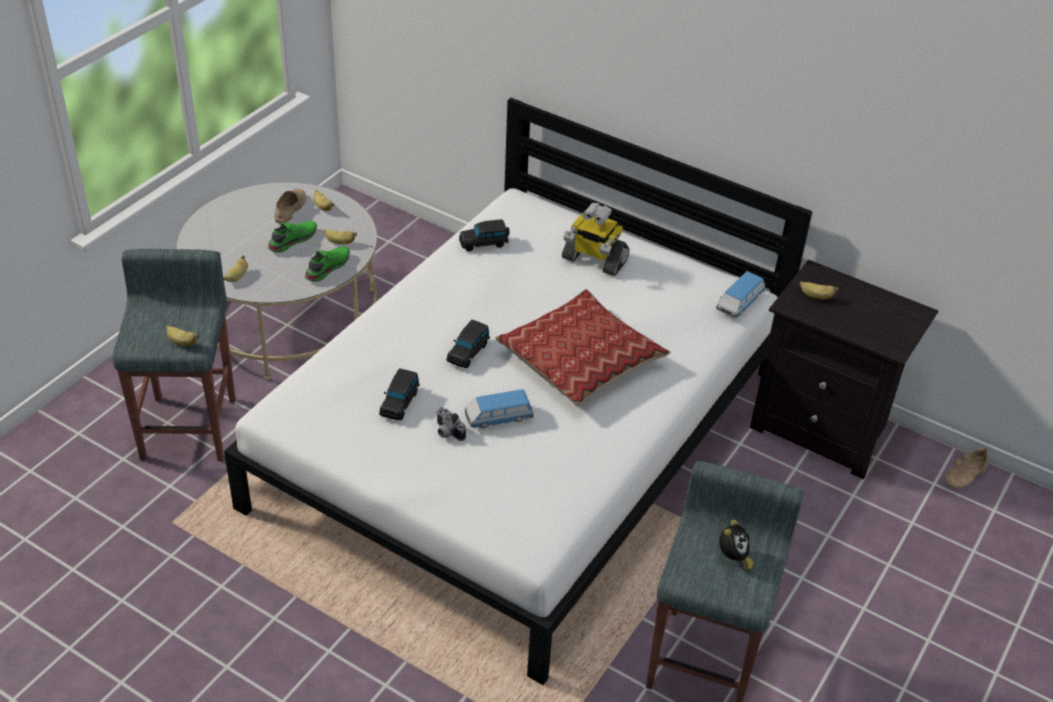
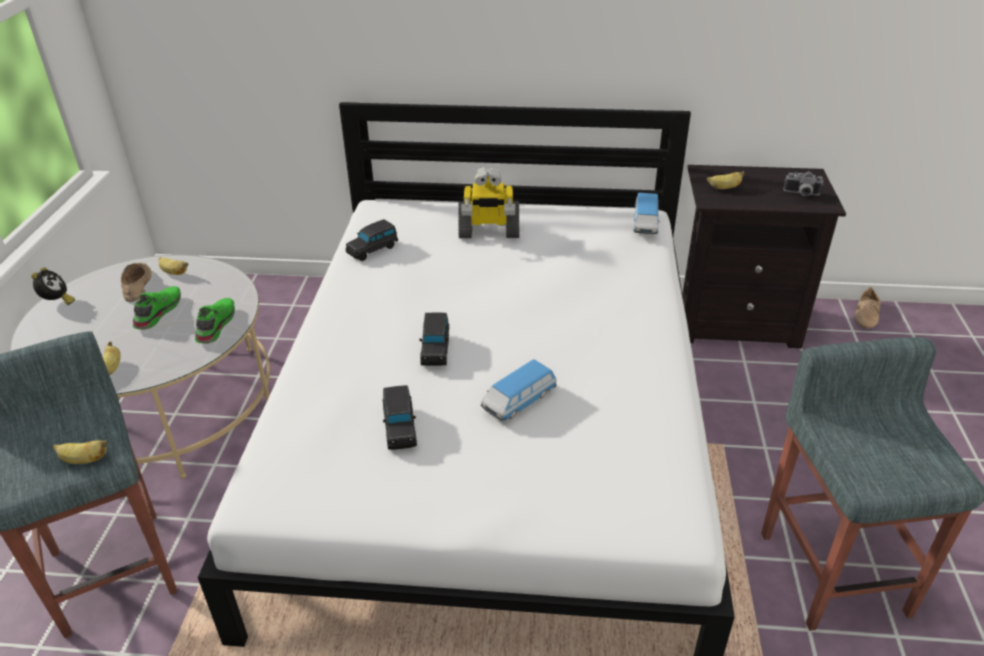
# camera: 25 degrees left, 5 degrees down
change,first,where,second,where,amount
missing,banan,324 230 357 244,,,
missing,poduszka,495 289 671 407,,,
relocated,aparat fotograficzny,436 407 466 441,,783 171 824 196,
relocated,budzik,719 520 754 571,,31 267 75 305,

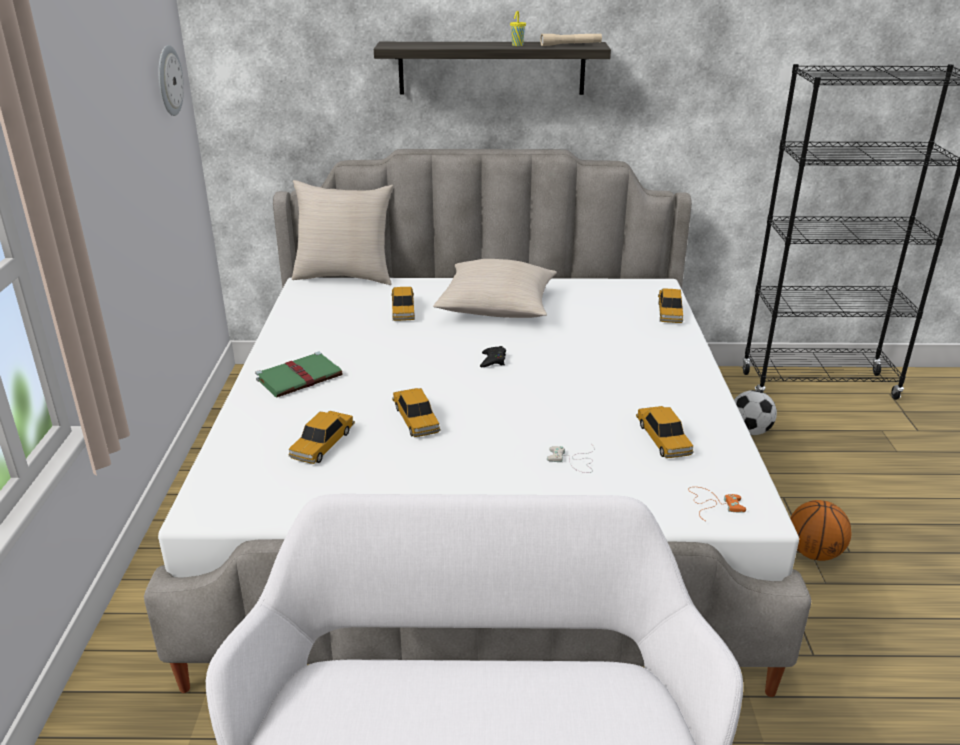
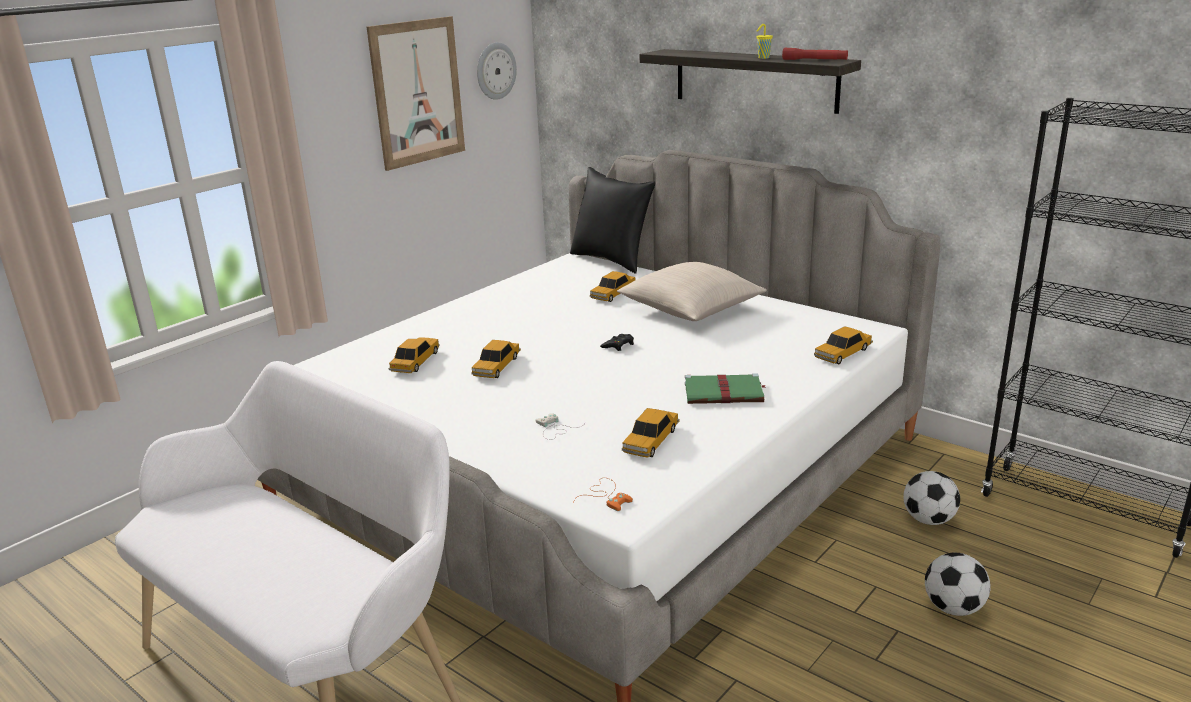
# camera: 40 degrees right, 5 degrees down
change,first,where,second,where,amount
colour,latarka (beżowy),540 33 602 46,latarka (czerwony),782 48 848 60,
colour,poduszka (beżowy),292 180 393 285,poduszka (czarny),570 167 655 274,
relocated,książka (zielony),255 352 342 397,,685 373 767 404,
spun,samochodzik,289 411 355 464,,389 337 440 373,135 degrees clockwise
missing,piłka do koszykówki,790 500 851 561,,,
appeared,,,obraz,367 16 465 171,
appeared,,,piłka futbolowa,925 553 990 616,

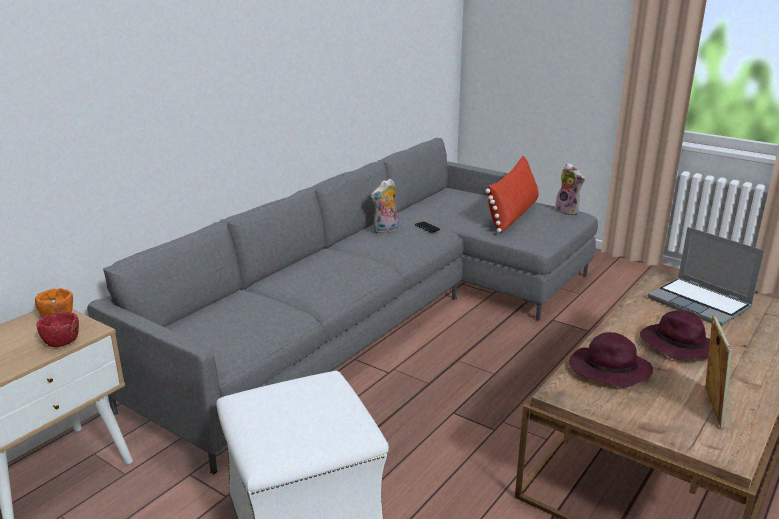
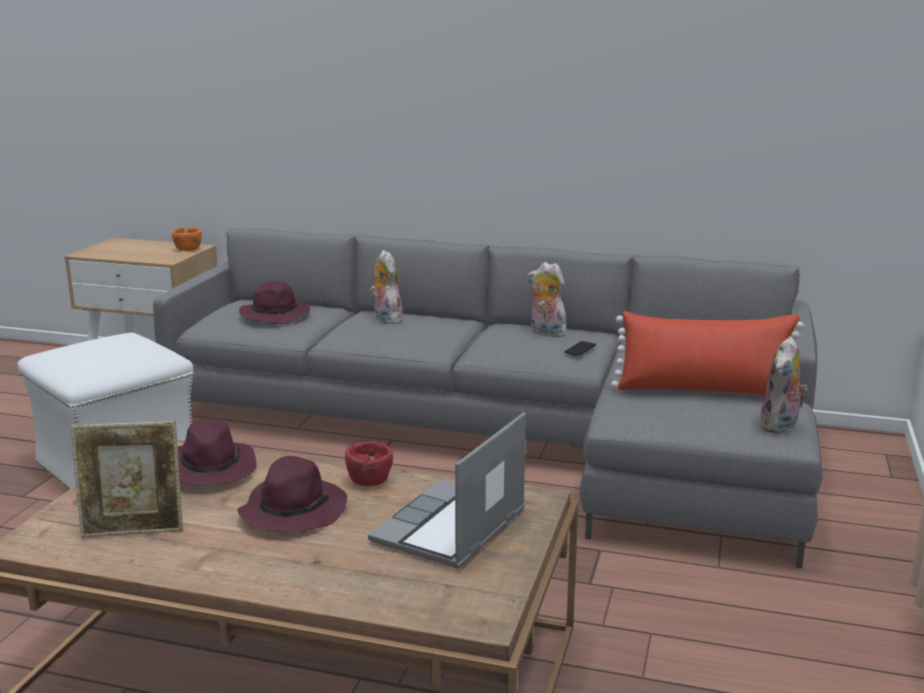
# camera: 70 degrees right, 5 degrees down
change,first,where,second,where,amount
relocated,miska (czerwony),37 312 79 347,,345 441 393 486,
appeared,,,pluszak,370 250 403 324,
appeared,,,kapelusz (fioletowy),239 281 310 324,

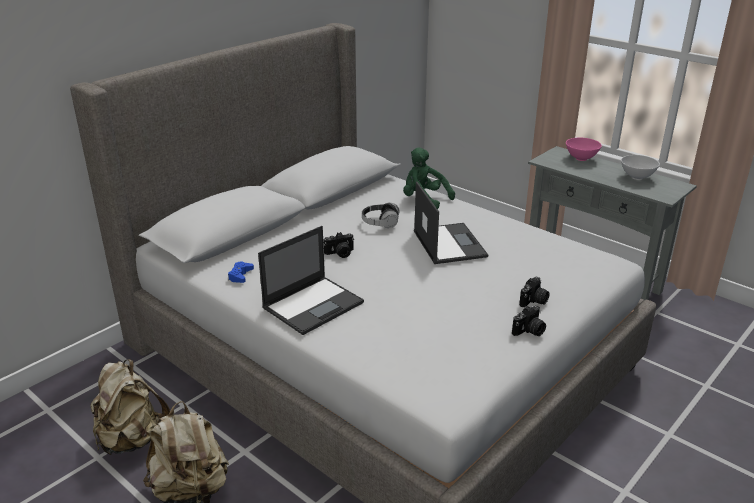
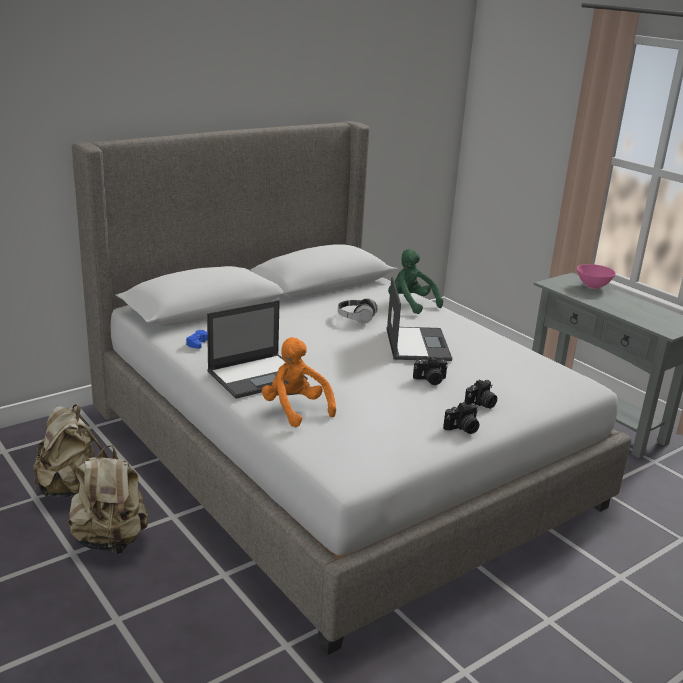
# camera: 10 degrees right, 5 degrees down
change,first,where,second,where,amount
missing,miska (biały),621 155 660 180,,,
relocated,aparat fotograficzny,323 232 354 258,,413 357 448 385,
appeared,,,pluszak (pomarańczowy),262 337 336 427,

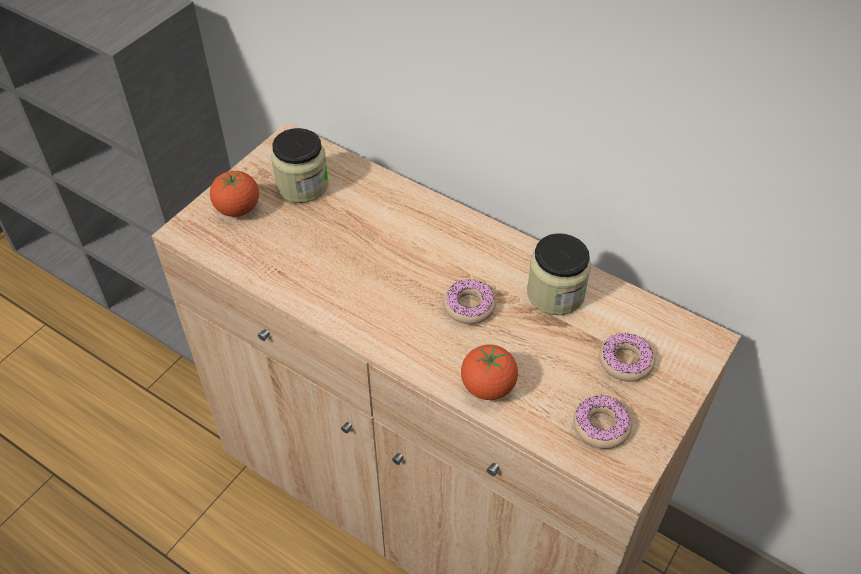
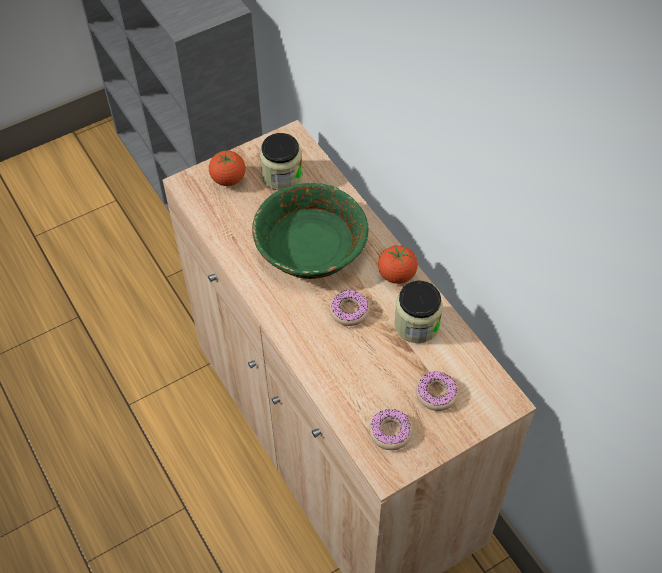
# camera: 25 degrees right, 5 degrees up
change,first,where,second,where,amount
relocated,pomidor,461 345 518 400,,378 245 418 284,
appeared,,,miska (zielony),252 183 369 279,

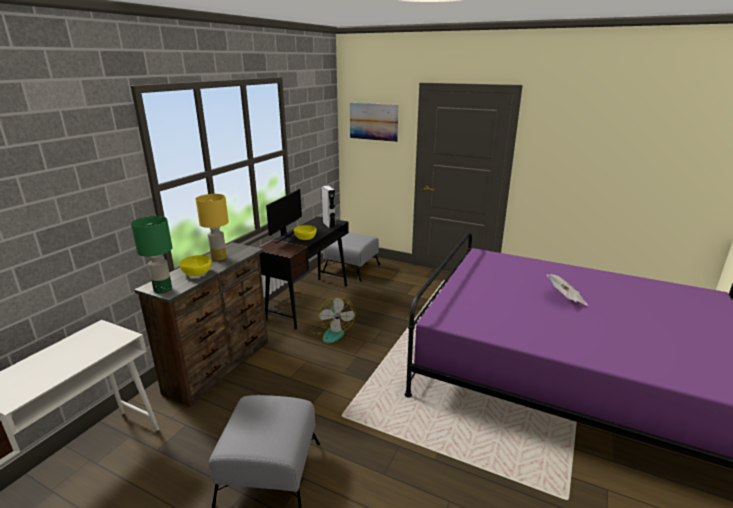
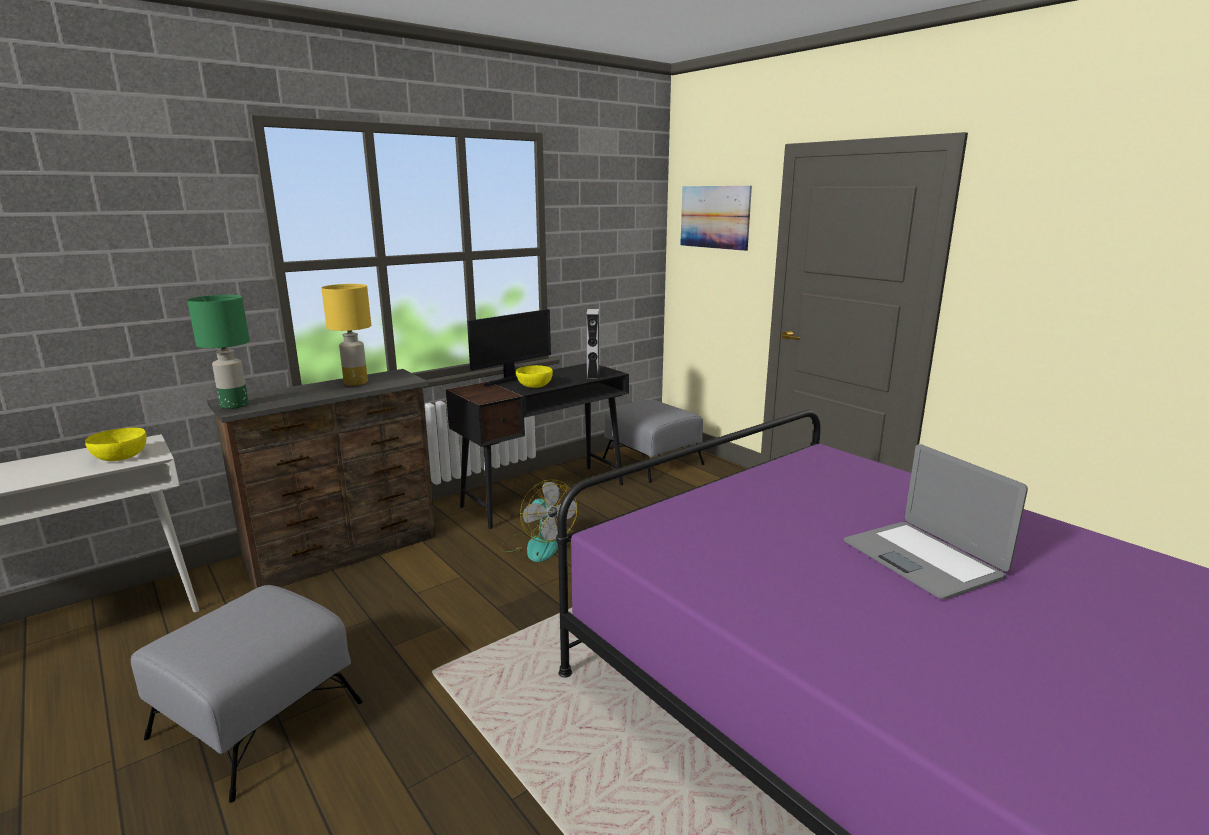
# camera: 25 degrees right, 5 degrees down
change,first,where,second,where,amount
relocated,miska (żółty),180 255 211 276,,85 428 147 461,
exchanged,gazeta,547 274 588 305,laptop,844 444 1028 599,
spun,wentylator,311 297 355 343,,500 479 577 562,45 degrees counterclockwise

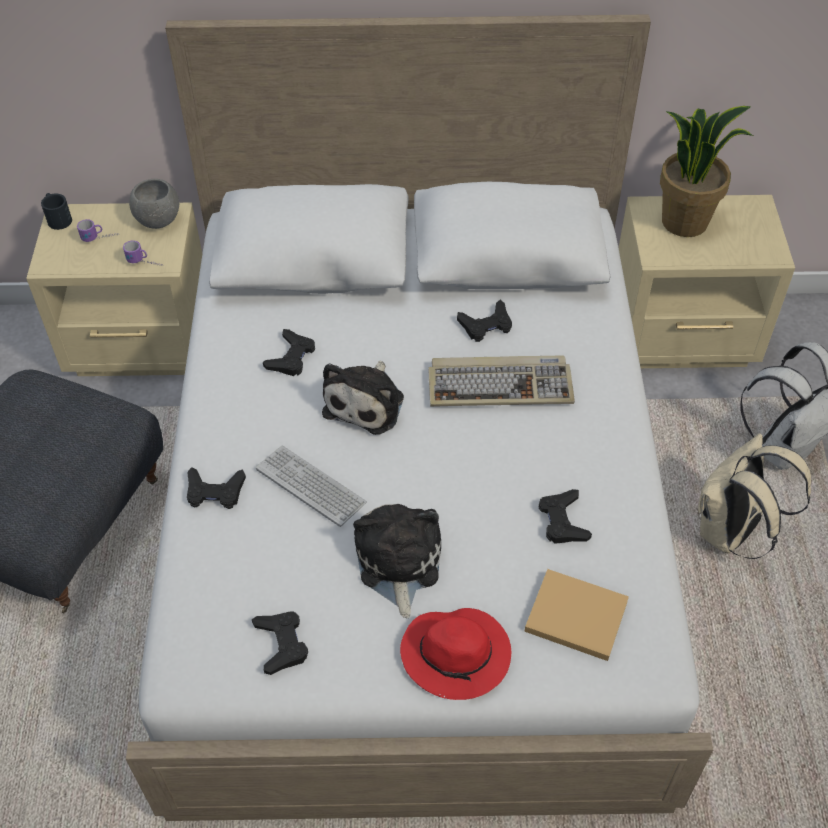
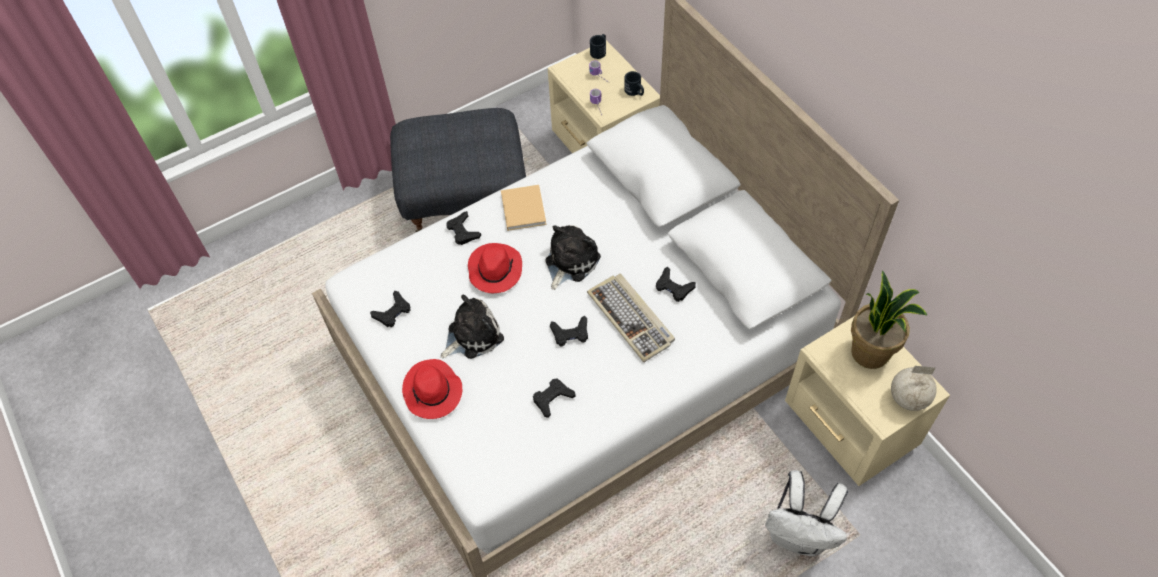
# camera: 60 degrees right, 5 degrees up
change,first,where,second,where,amount
exchanged,miska (szary),129 179 179 229,kubek (czarny),624 71 644 96,
relocated,pad do gier (czarny),263 329 315 376,,550 316 588 346,
spun,pluszak,322 361 404 435,,545 225 601 290,135 degrees clockwise
missing,plecak (beżowy),698 433 811 559,,,
exchanged,klawiatura,256 446 367 527,kapelusz (czerwony),468 243 522 293,
relocated,książka (beżowy),524 569 629 661,,501 185 546 231,
appeared,,,globus,891 366 937 411,

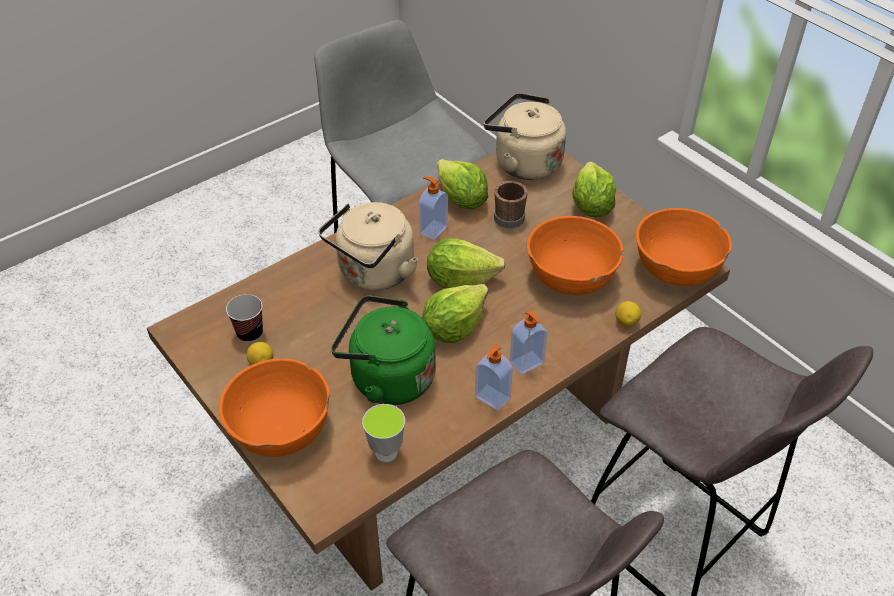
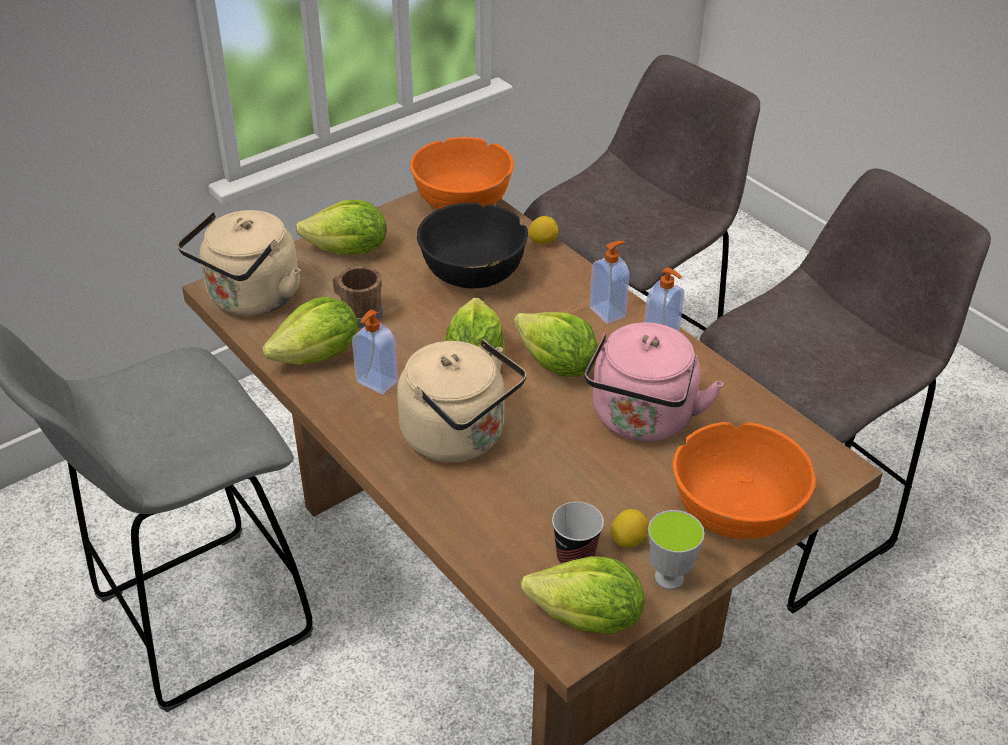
# camera: 90 degrees left, 5 degrees down
change,first,where,second,where,amount
colour,miska (pomarańczowy),527 216 623 295,miska (czarny),417 203 528 289,
colour,czajnik (zielony),331 295 436 405,czajnik (różowy),584 322 723 442,
relocated,filiżanka,362 404 405 463,,648 510 704 590,
appeared,,,sałata,521 556 645 634,

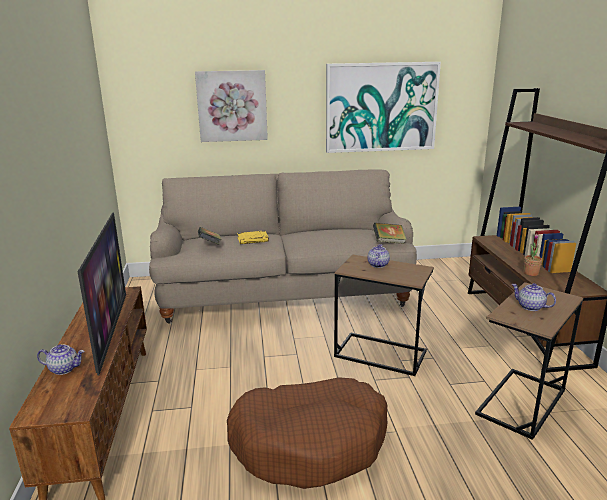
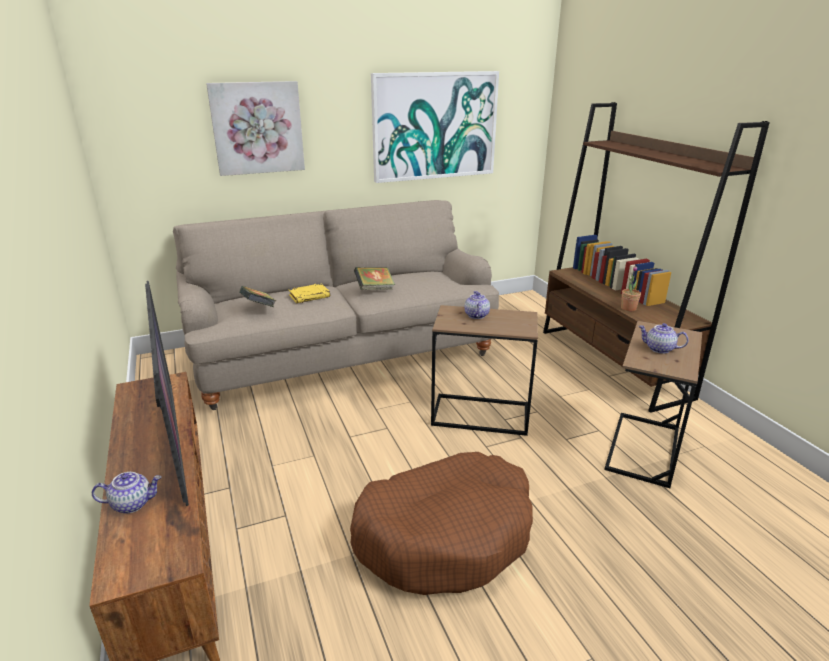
# camera: 15 degrees left, 5 degrees up
change,first,where,second,where,amount
relocated,książka,373 223 407 244,,354 267 395 290,

